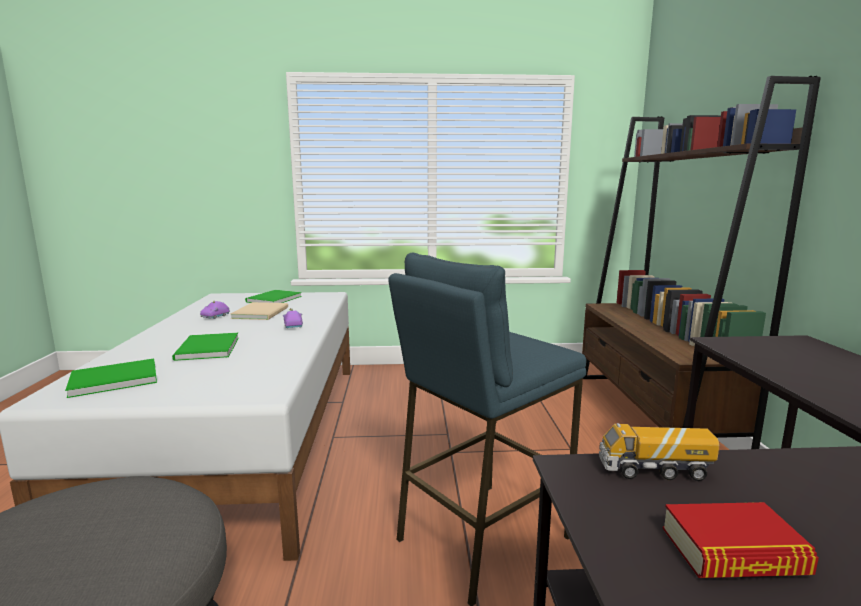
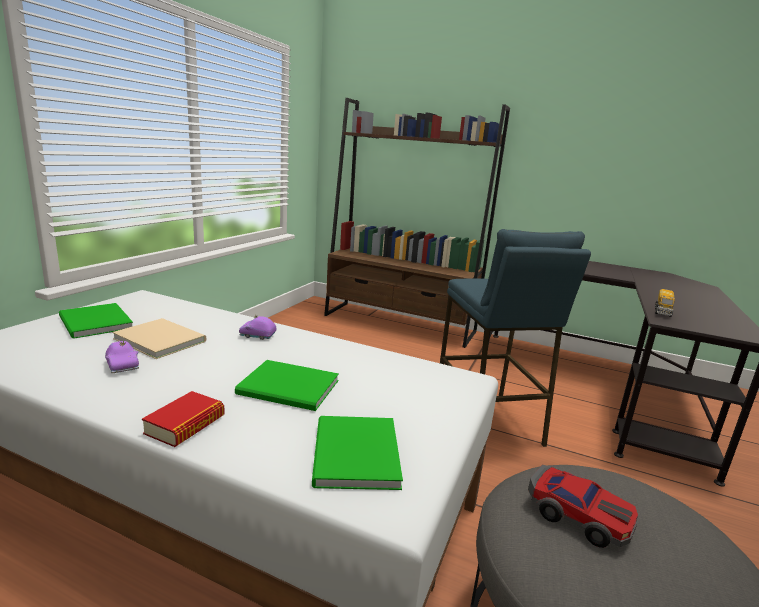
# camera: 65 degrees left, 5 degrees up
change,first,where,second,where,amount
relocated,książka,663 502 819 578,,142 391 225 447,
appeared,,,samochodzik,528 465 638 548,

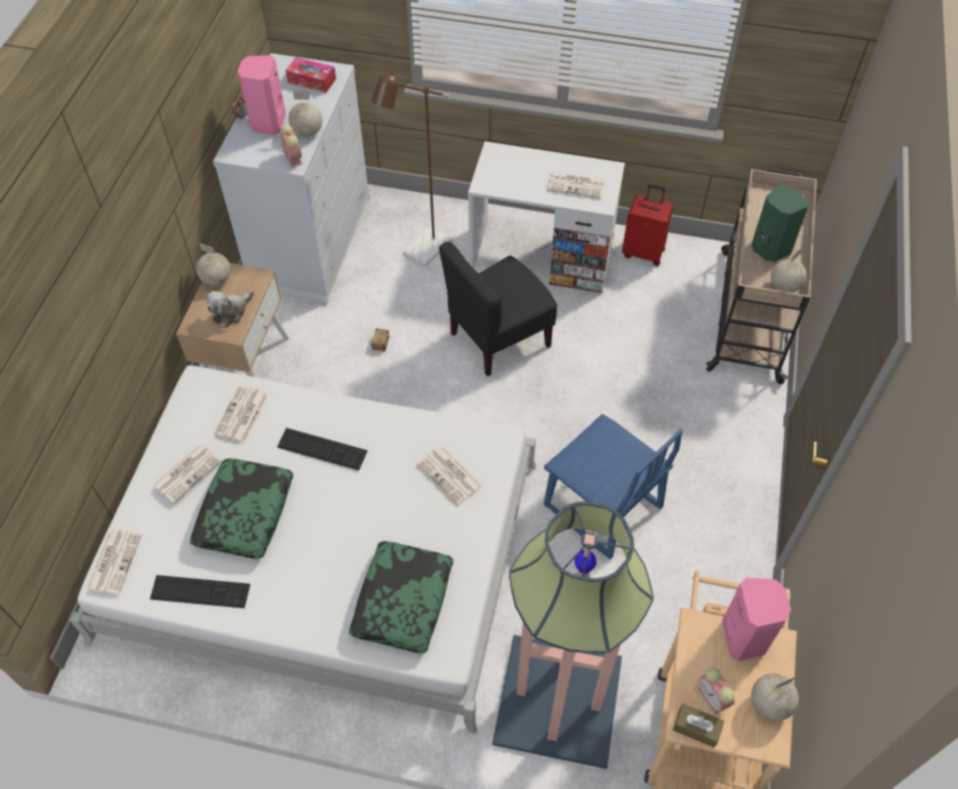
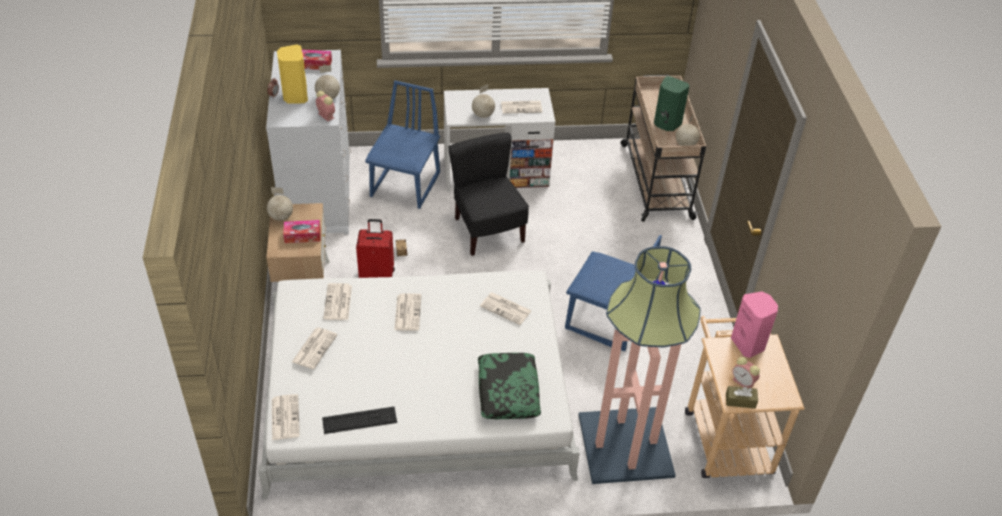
# camera: 20 degrees left, 10 degrees down
change,first,where,second,where,amount
colour,głośnik (różowy),238 55 286 135,głośnik (żółty),277 44 308 103,
exchanged,lampa stojąca (brązowy),372 70 452 267,krzesło (niebieski),365 80 440 209,
relocated,walizka (czerwony),622 184 674 266,,356 219 395 278,
spun,krzesło (czarny),439 242 557 377,,448 132 529 256,120 degrees clockwise
exchanged,pluszak,207 290 254 328,pudełko chusteczek,283 220 321 243,
exchanged,klawiatura,277 428 367 471,gazeta,394 293 421 331,
missing,poduszka,190 459 293 559,,,
relocated,globus,751 673 799 721,,472 84 495 118,

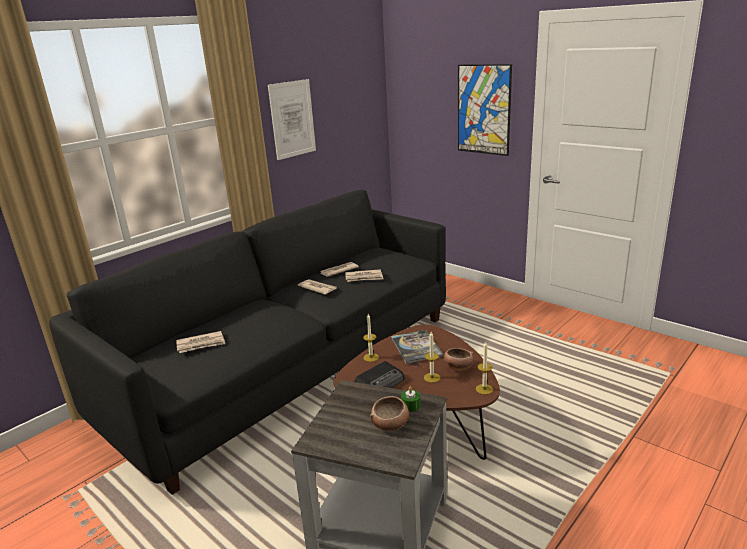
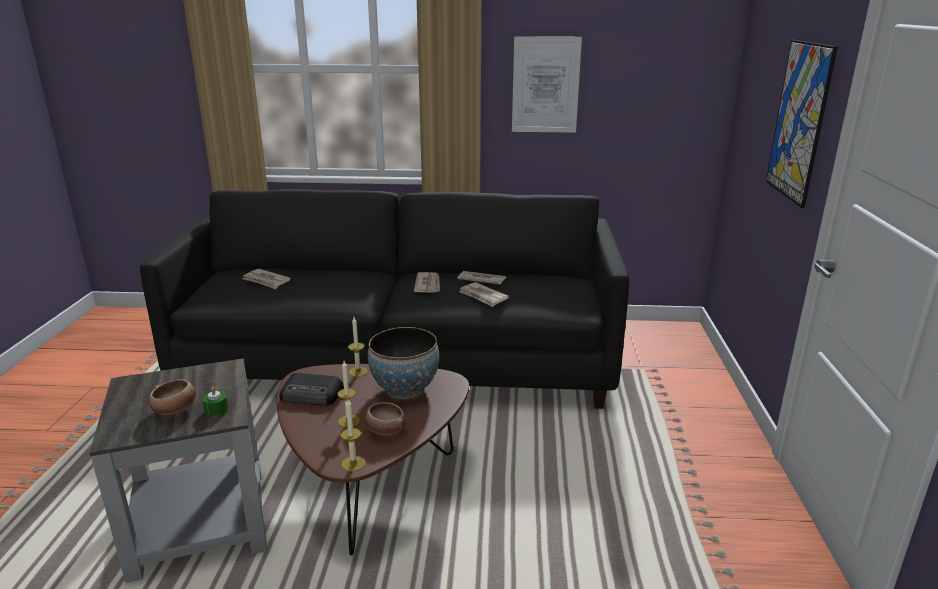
# camera: 50 degrees right, 0 degrees up
change,first,where,second,where,amount
exchanged,książka,391 330 443 364,miska,368 327 439 399,

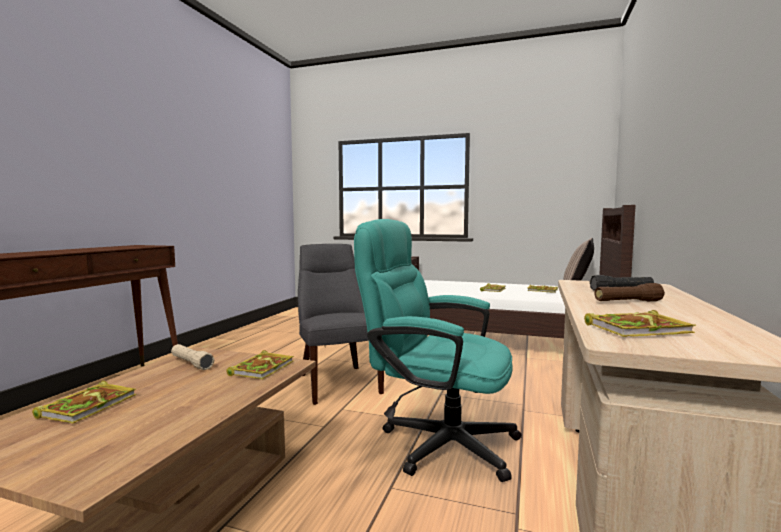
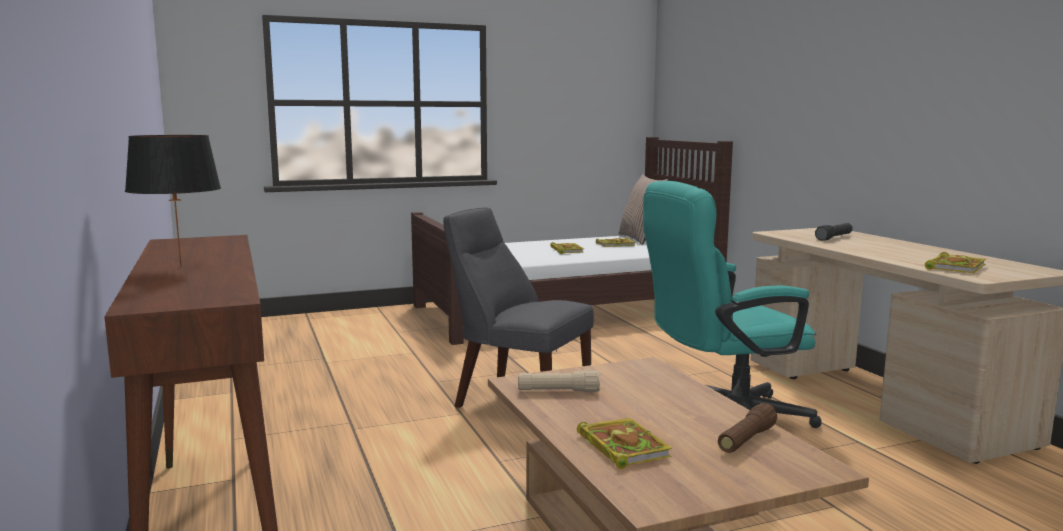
# camera: 40 degrees left, 5 degrees up
change,first,where,second,where,amount
relocated,latarka (brązowy),594 283 665 301,,718 403 777 453,
missing,książka,226 350 294 379,,,
appeared,,,lampa stołowa (czarny),125 135 221 268,

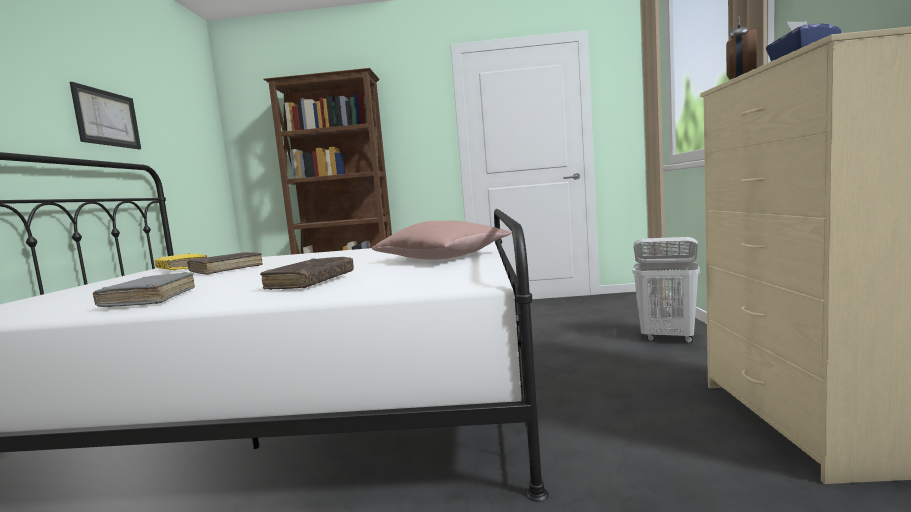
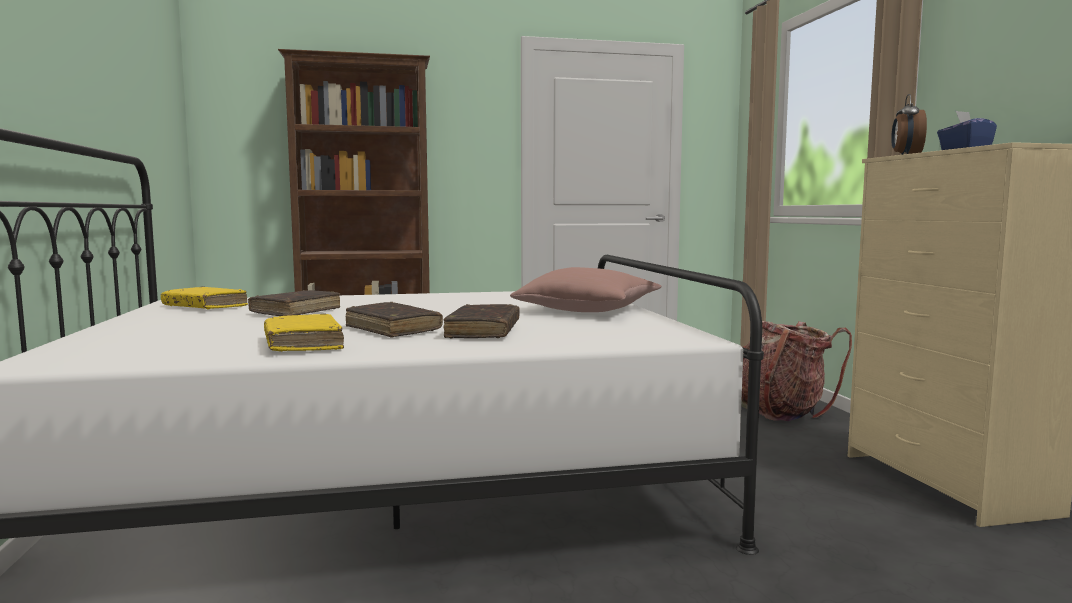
# camera: 15 degrees left, 0 degrees up
change,first,where,second,where,amount
missing,obraz,70 82 141 149,,,
exchanged,kosz na pranie (biały),633 237 700 343,plecak,741 321 852 421,
colour,książka (szary),93 272 195 307,książka (żółty),264 313 344 352,
appeared,,,książka (brązowy),346 302 443 338,

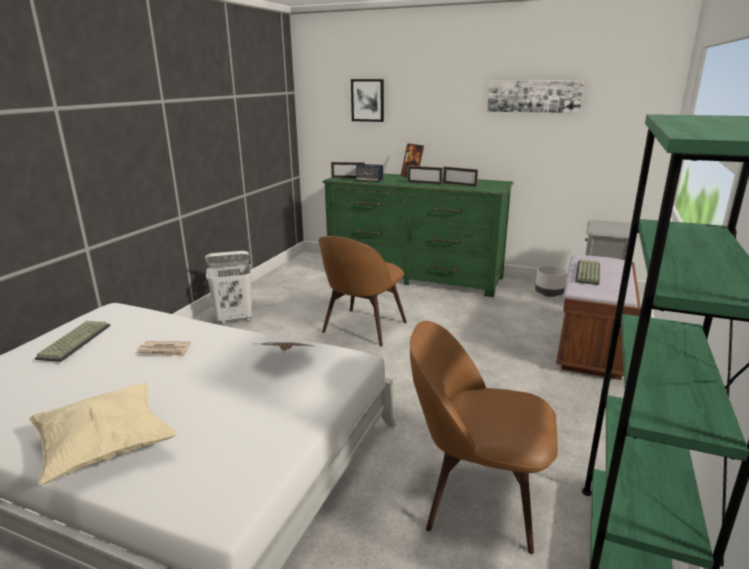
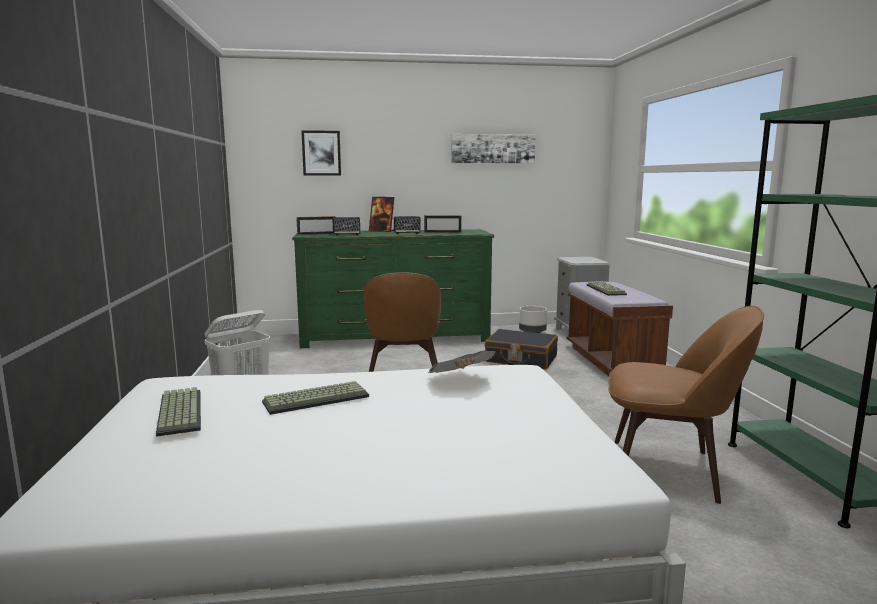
# camera: 30 degrees left, 10 degrees down
change,first,where,second,where,amount
exchanged,ramka na zdjęcie,407 166 443 185,głośnik,394 216 421 234,
spun,krzesło (brązowy),410 321 558 554,,609 306 764 504,150 degrees counterclockwise
exchanged,gazeta,137 341 190 356,klawiatura,262 381 369 415,
missing,poduszka (beżowy),29 383 178 484,,,
appeared,,,walizka (czarny),485 329 558 370,

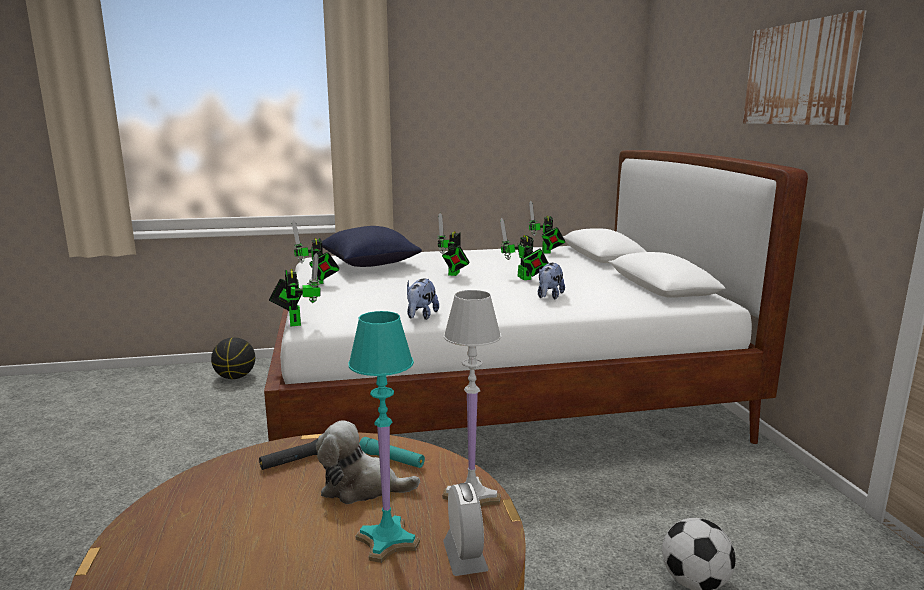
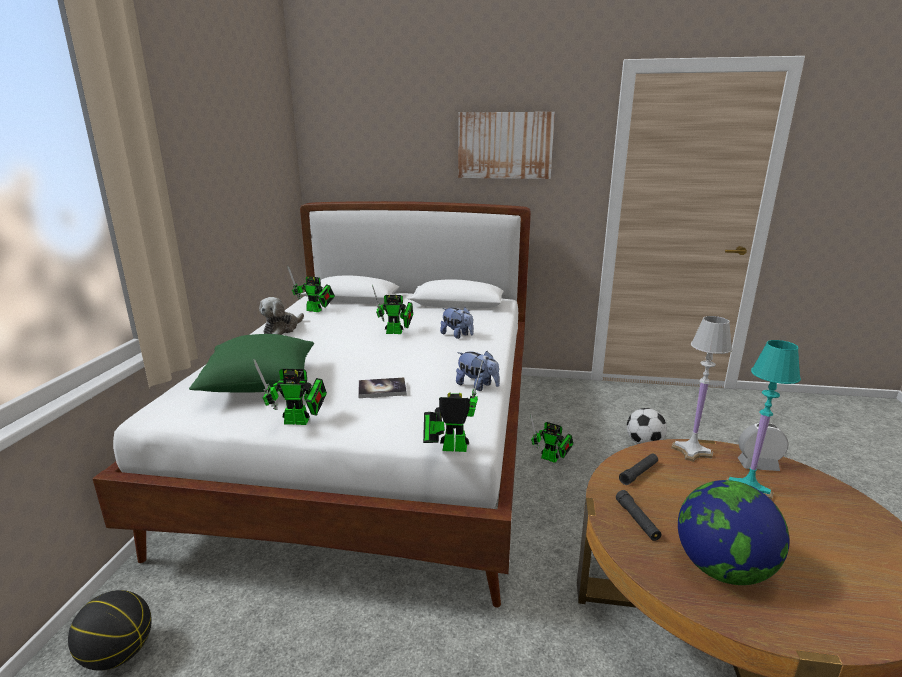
# camera: 70 degrees left, 5 degrees up
change,first,where,second,where,amount
relocated,robot zabawkowy,437 213 469 276,,530 414 573 463,
colour,poduszka (niebieski),322 226 422 267,poduszka (zielony),189 334 314 393,
relocated,pluszak,316 420 420 504,,259 297 304 335,
colour,latarka (turkusowy),359 437 425 468,latarka (czarny),619 454 658 485,
appeared,,,książka,358 378 407 398,
appeared,,,globus,678 480 789 585,

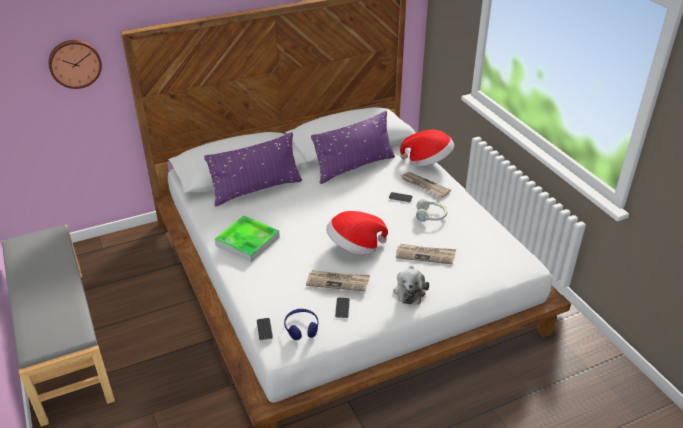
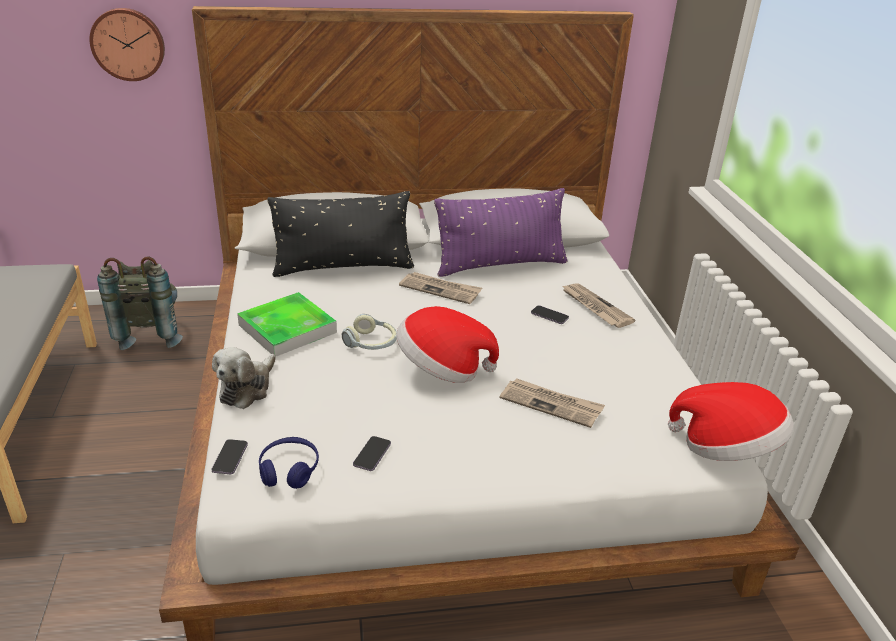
# camera: 15 degrees right, 5 degrees down
change,first,where,second,where,amount
relocated,kapelusz,400 130 454 167,,668 382 794 461,
colour,poduszka (fioletowy),204 132 302 207,poduszka (czarny),267 191 414 277,
relocated,słuchawki,416 199 447 222,,342 314 397 350,
relocated,pluszak,393 265 429 305,,212 347 276 409,
relocated,gazeta,306 270 370 291,,399 272 482 304,
appeared,,,plecak (szary),97 256 183 350,

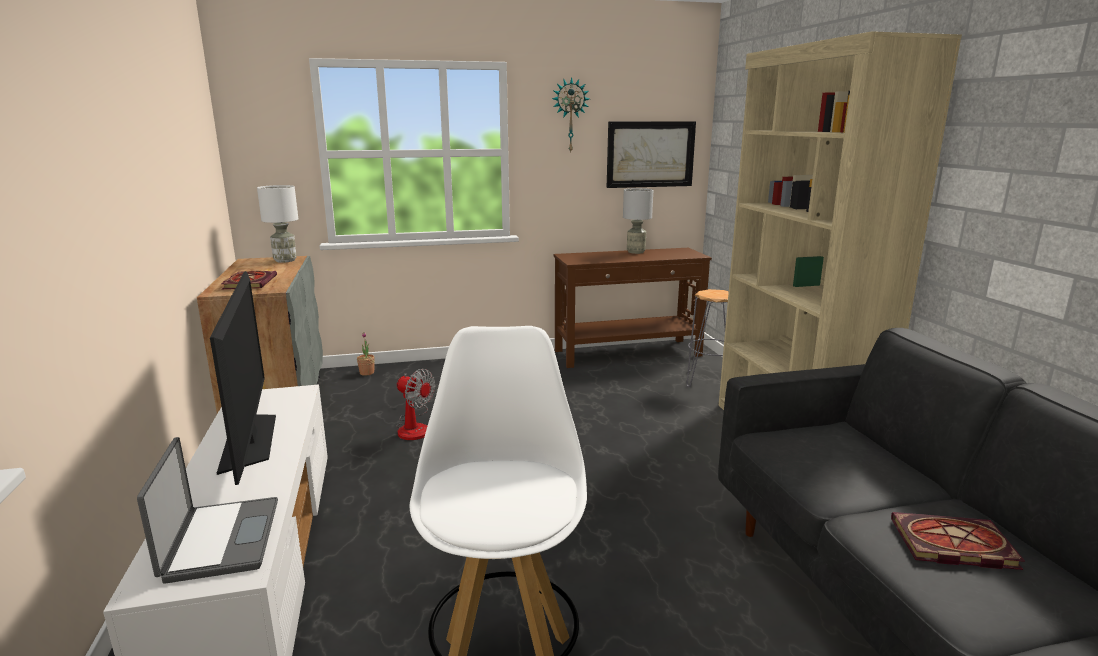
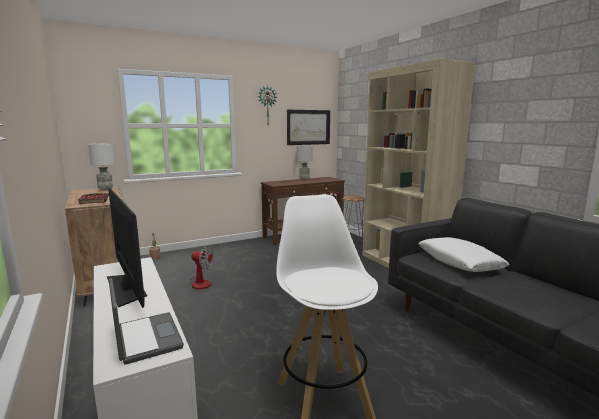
# camera: 15 degrees left, 5 degrees down
change,first,where,second,where,amount
missing,książka,891 512 1025 570,,,
appeared,,,poduszka (biały),418 237 510 272,

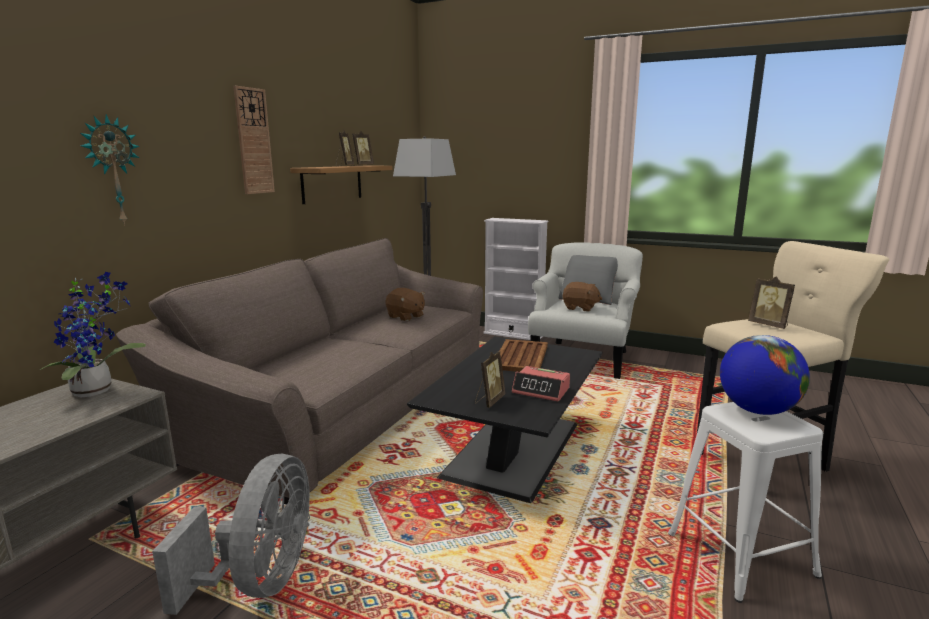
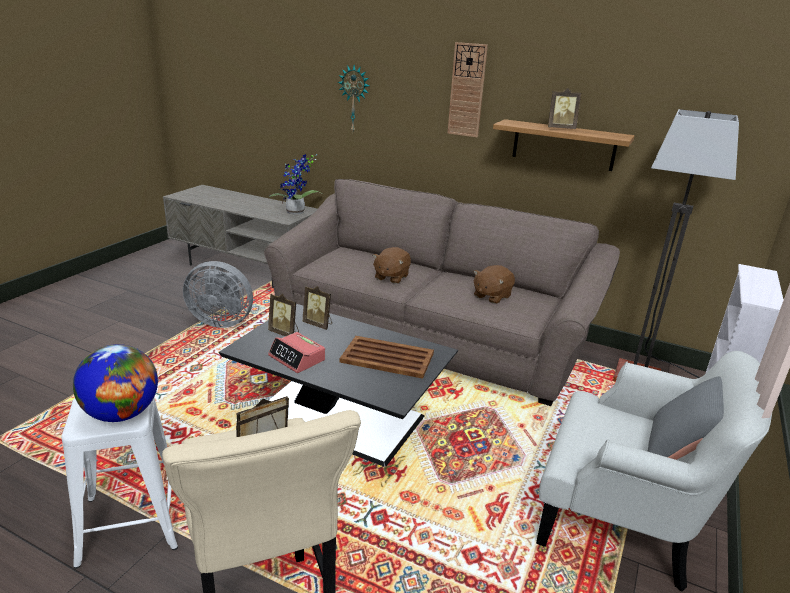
# camera: 90 degrees right, 10 degrees up
change,first,where,second,where,amount
relocated,ramka na zdjęcie,352 131 374 166,,303 286 332 330,
relocated,pluszak (brązowy),563 282 602 312,,372 247 411 284,
spun,budzik,512 366 570 402,,268 332 325 373,75 degrees counterclockwise

